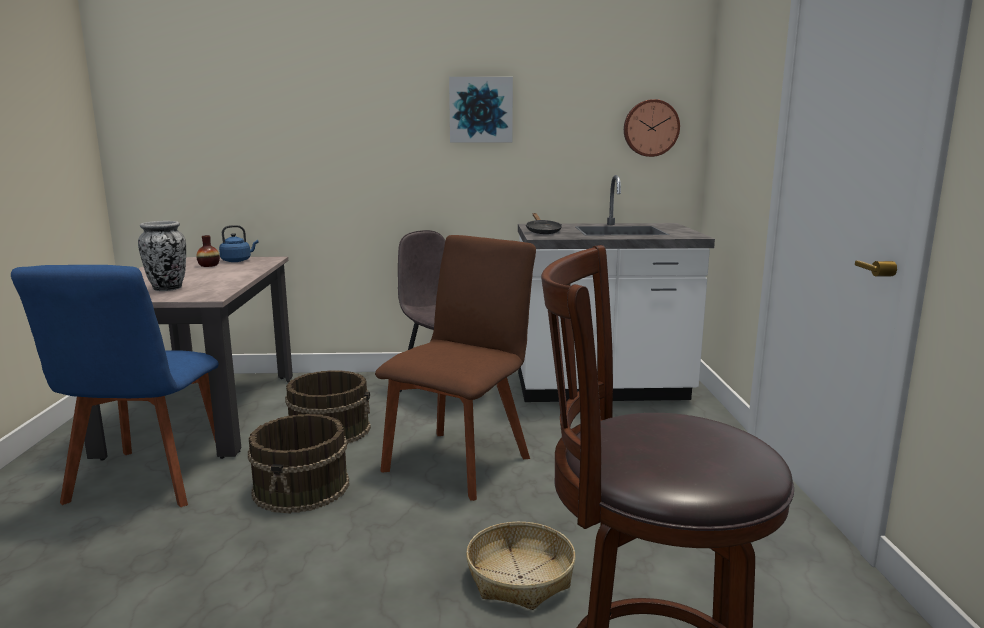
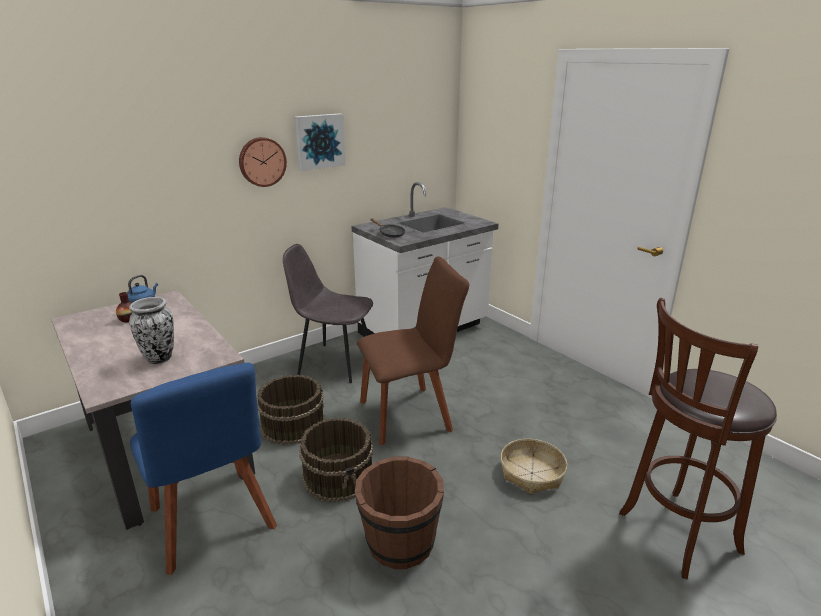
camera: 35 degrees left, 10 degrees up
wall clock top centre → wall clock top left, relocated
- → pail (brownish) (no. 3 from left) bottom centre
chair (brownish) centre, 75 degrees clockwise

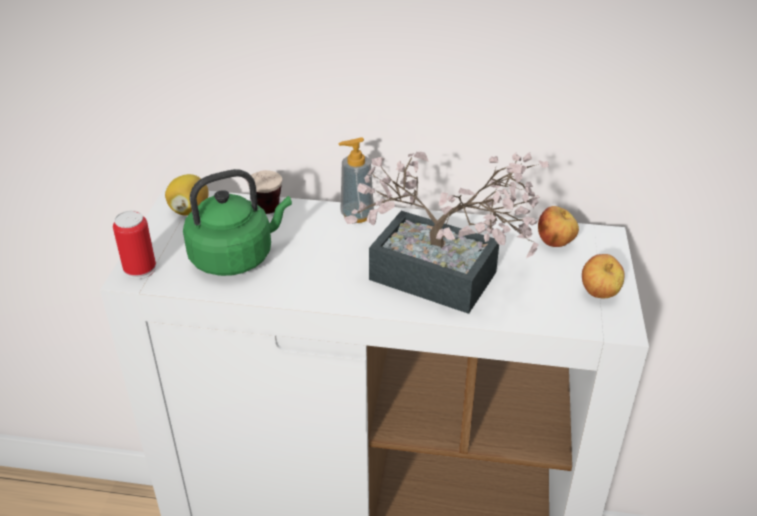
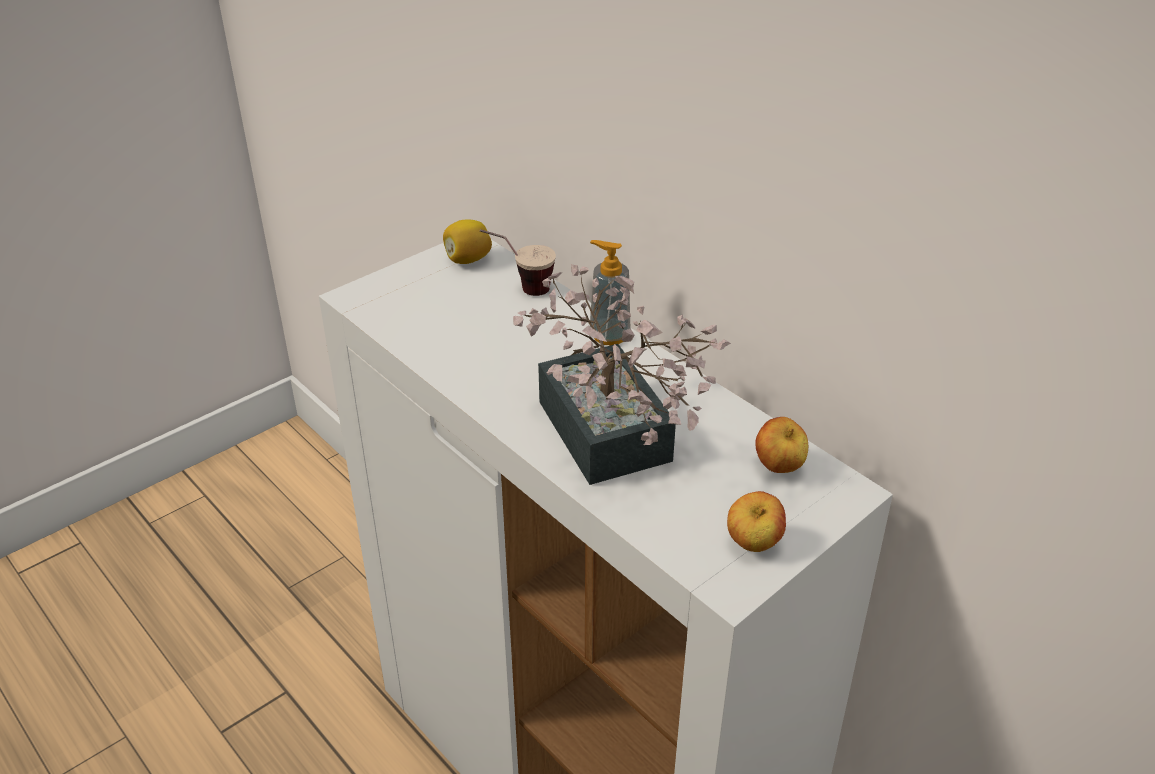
camera: 40 degrees right, 0 degrees up
metal can middle left → -
water kettle (green) middle left → -

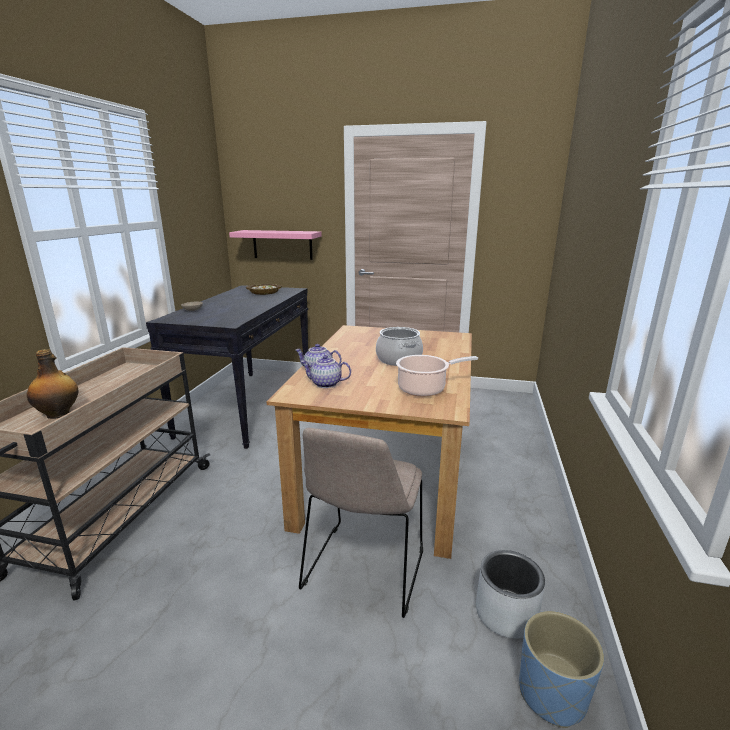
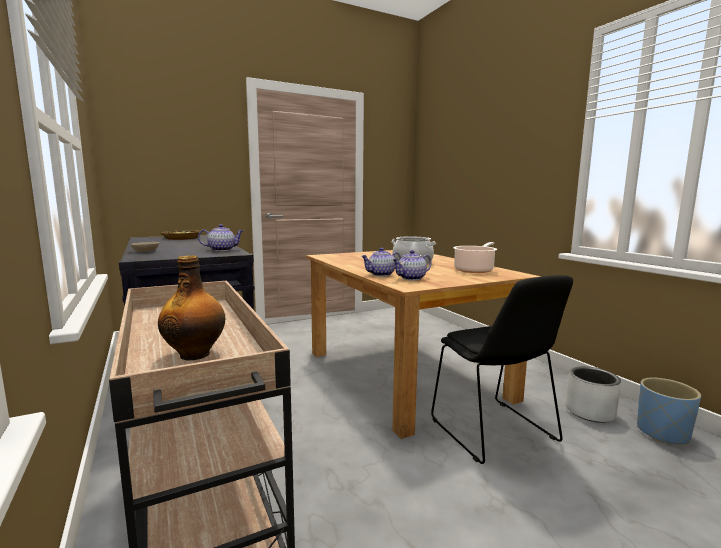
camera: 40 degrees left, 10 degrees down
- → tea pot (no. 1 from left) middle left
chair (beige-coloured) bottom centre → chair (black-coloured) bottom right
wall shelf (pink-coloured) centre → -

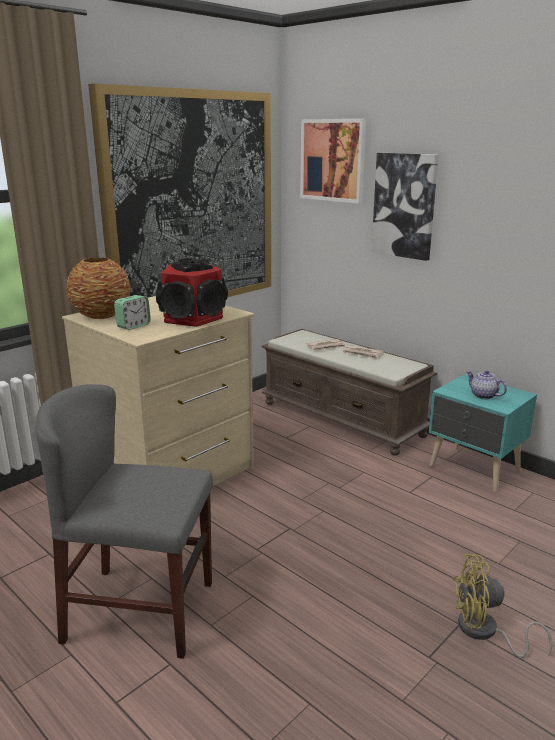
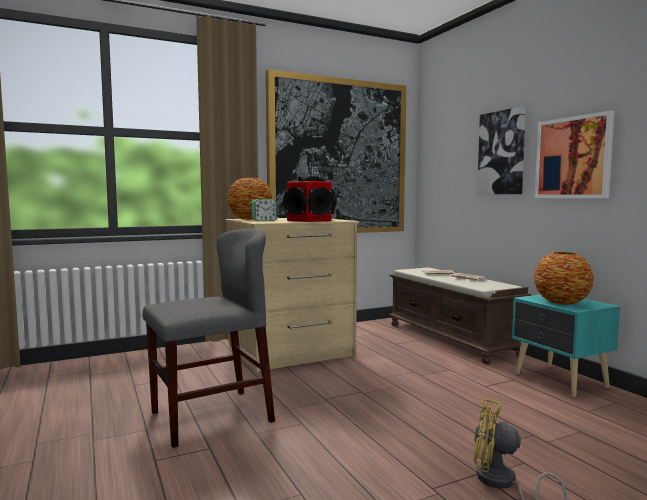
camera: 20 degrees right, 15 degrees down
chair (grey) bottom left, 120 degrees clockwise
tea pot middle right → vase (no. 2 from left) middle right
wall art (no. 2 from left in the first image) top centre → wall art (no. 3 from left) top right, relocated

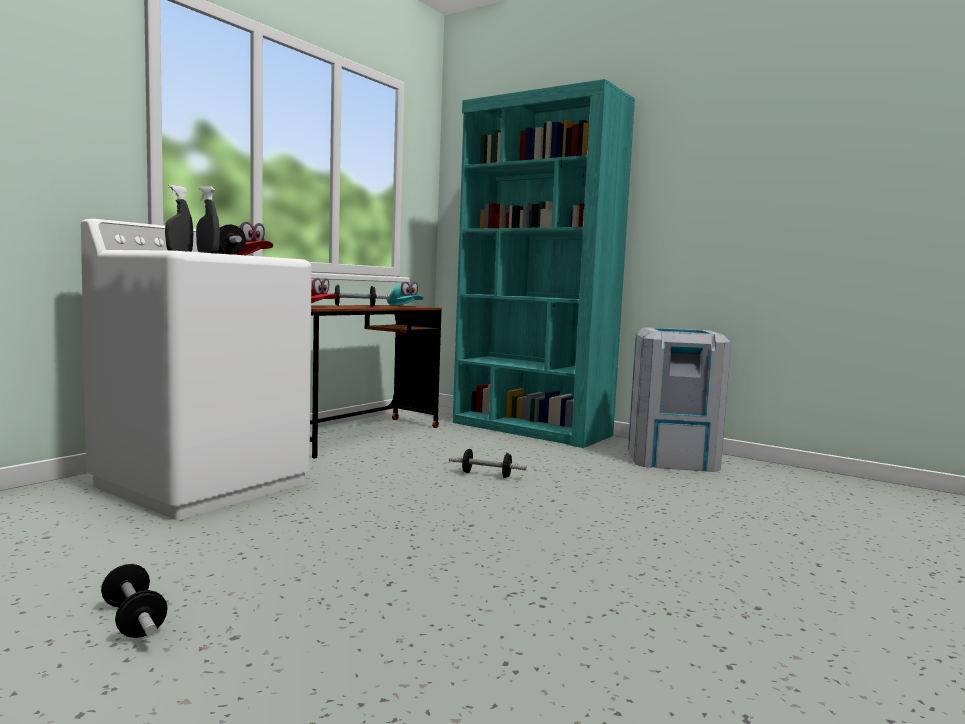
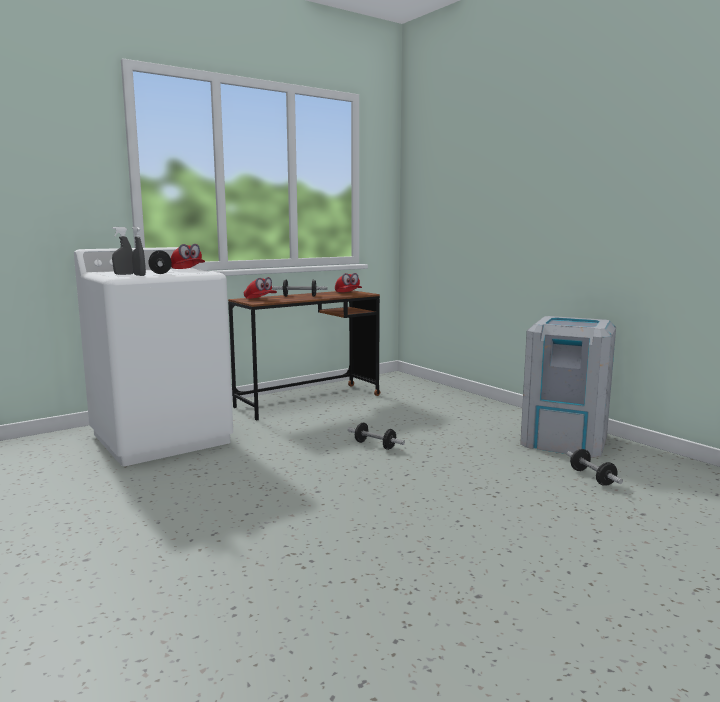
camera: 20 degrees right, 5 degrees up
peaked cap (turquoise-coloured) centre → peaked cap (red) (no. 3 from left) centre
free weight (no. 1 from left in the first image) bottom left → free weight (no. 4 from left) middle right, relocated
bookcase (turquoise-coloured) centre → -

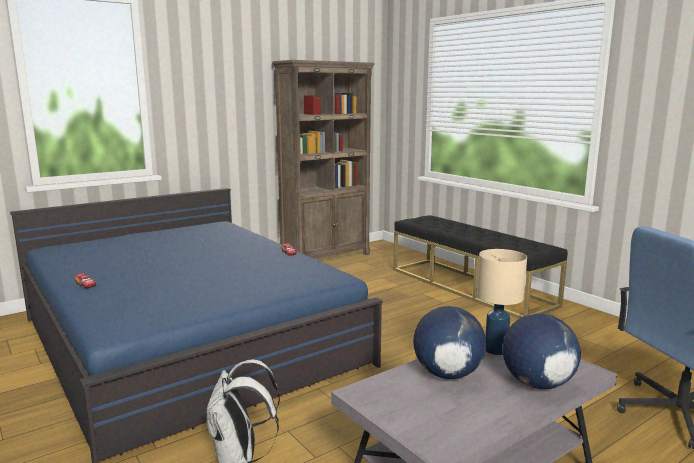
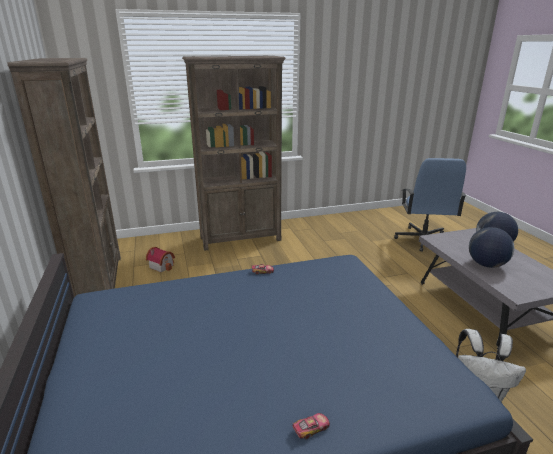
camera: 70 degrees left, 10 degrees up
- → toy house middle left
indoor bench (black-coloured) middle right → bookcase (brownish) (no. 2 from left) centre
table lamp (beige-coloured) middle right → -

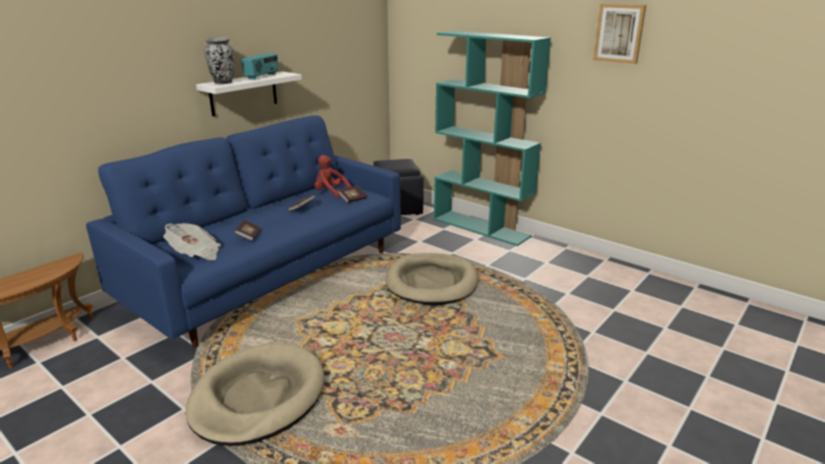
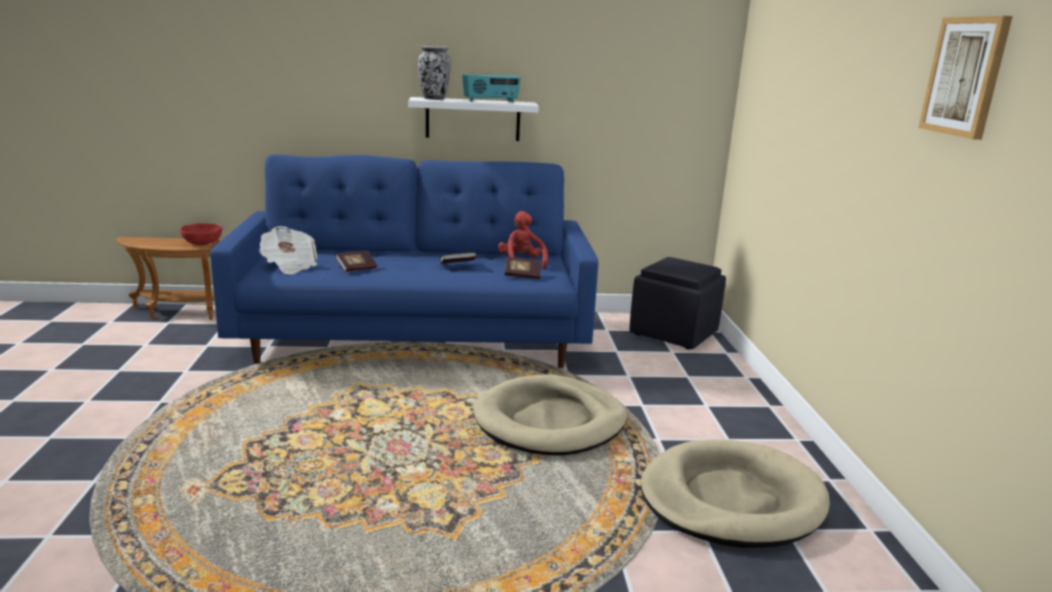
camera: 45 degrees right, 5 degrees down
- → deep dish (red) middle left
dog bed (beige-coloured) (no. 1 from left in the first image) bottom left → dog bed (beige-coloured) (no. 2 from left) bottom right, relocated
bookcase (turquoise-coloured) top centre → -

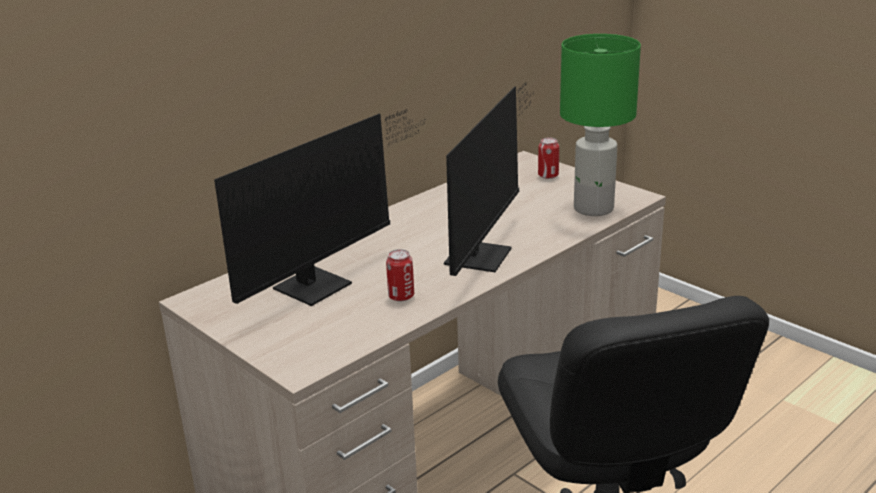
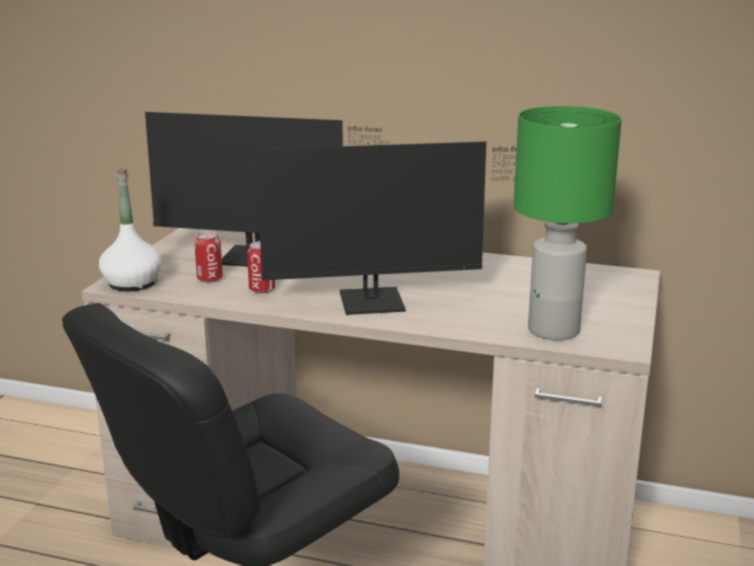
camera: 60 degrees right, 5 degrees down
- → bottle (white) middle left
metal can (no. 2 from left in the first image) top centre → metal can (no. 1 from left) middle left, relocated

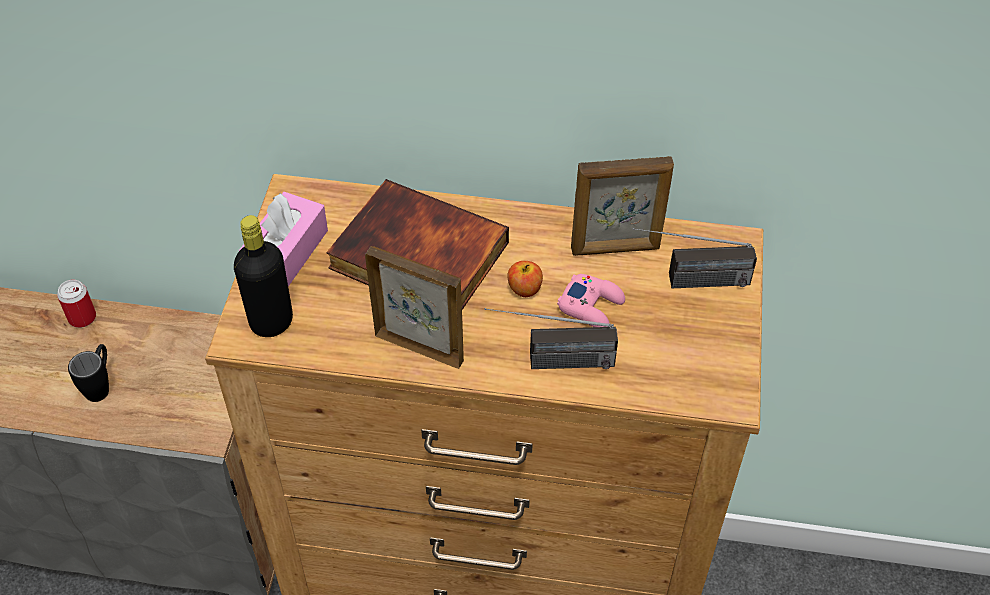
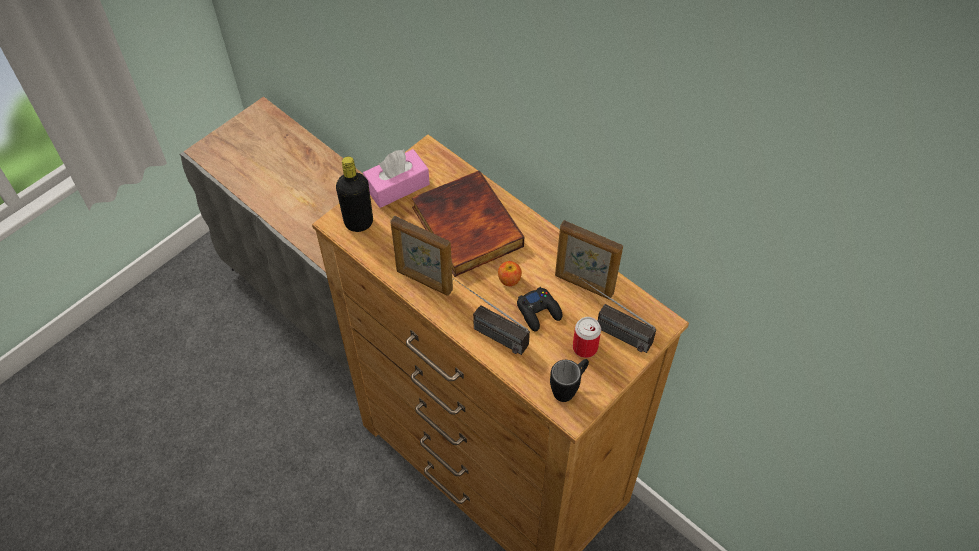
camera: 35 degrees right, 5 degrees up
picture frame (no. 1 from left) centre, 150 degrees clockwise
joypad (pink-coloured) centre → joypad (black-coloured) centre
tea mug (black-coloured) middle left → tea mug (black-coloured) bottom centre, relocated
metal can middle left → metal can centre, relocated

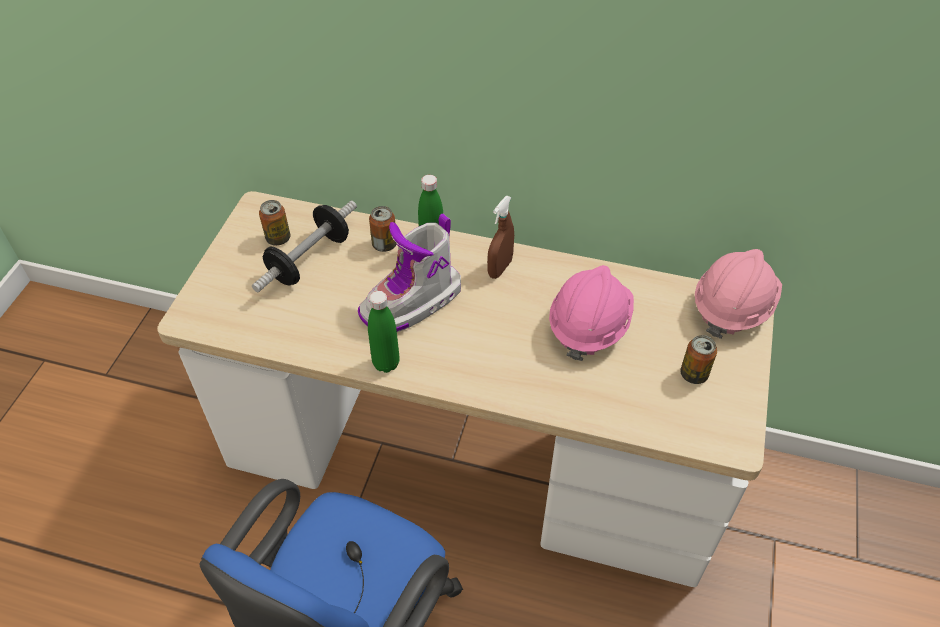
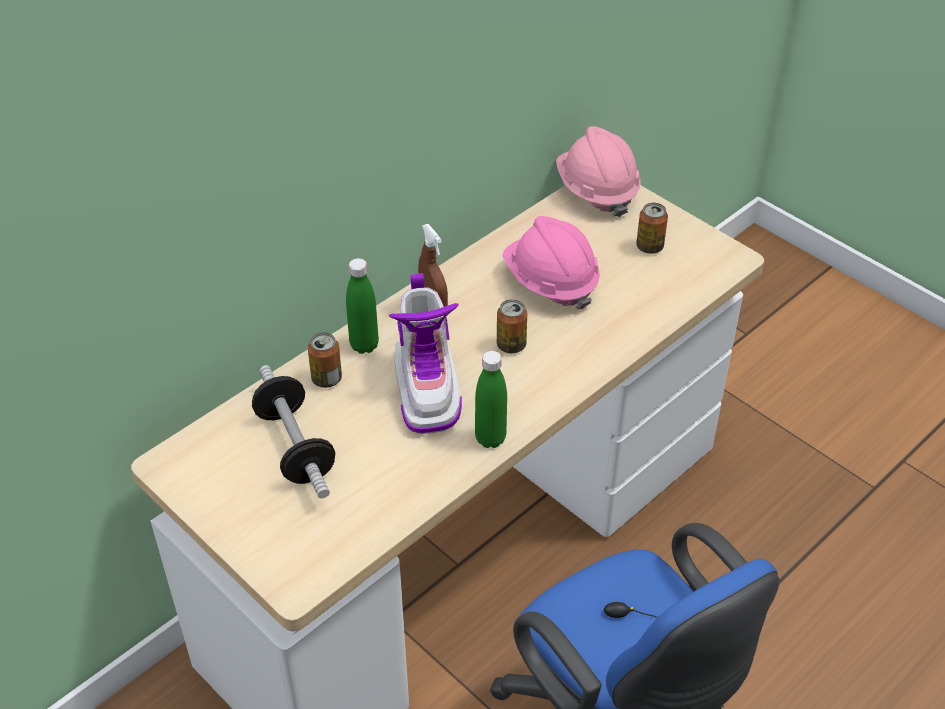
camera: 60 degrees left, 5 degrees down
metal can (no. 1 from left in the first image) middle left → metal can (no. 2 from left) centre, relocated

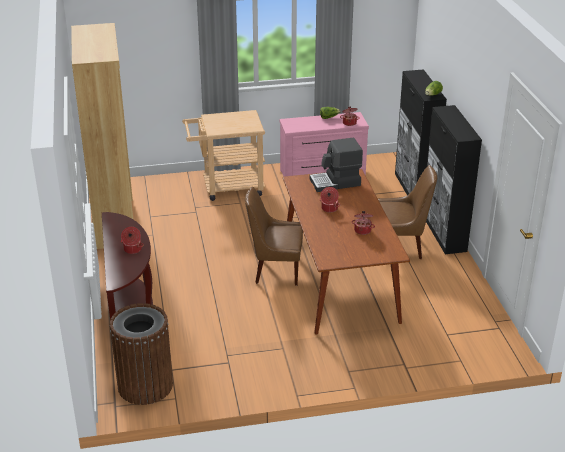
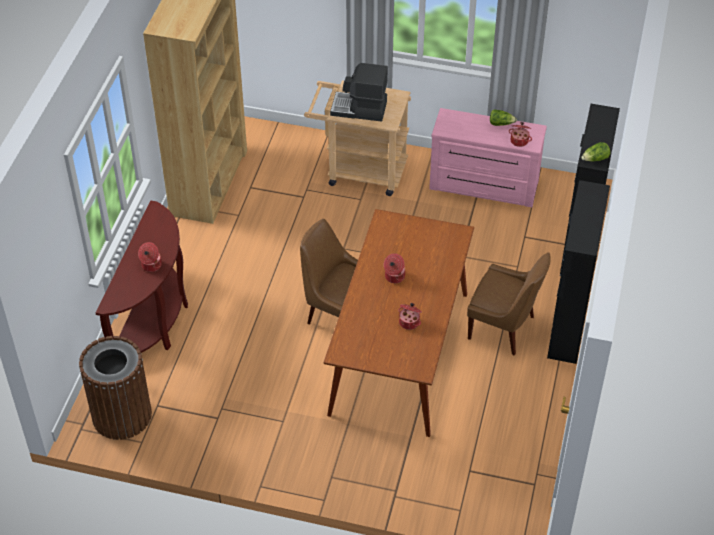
camera: 25 degrees right, 15 degrees up
coffee machine centre → coffee machine top centre, relocated

